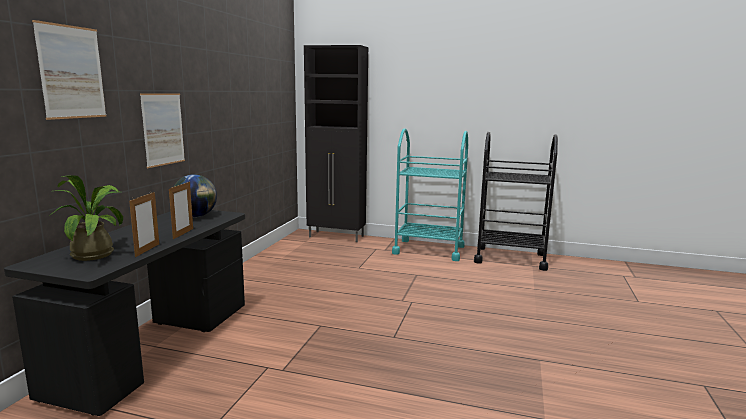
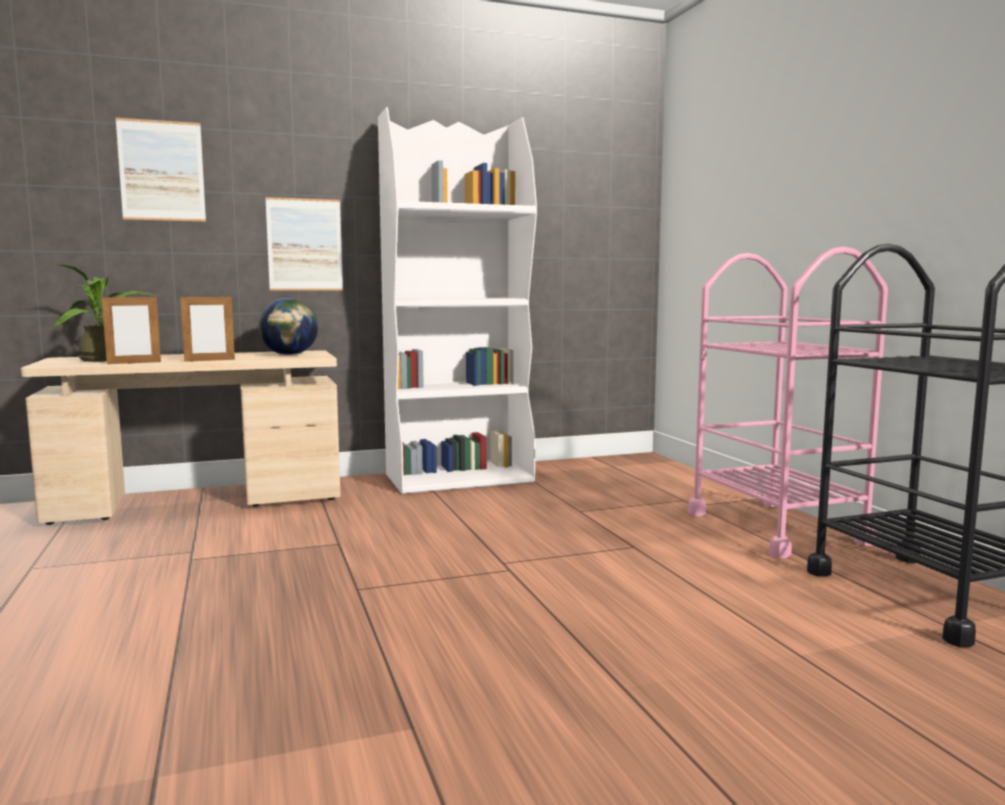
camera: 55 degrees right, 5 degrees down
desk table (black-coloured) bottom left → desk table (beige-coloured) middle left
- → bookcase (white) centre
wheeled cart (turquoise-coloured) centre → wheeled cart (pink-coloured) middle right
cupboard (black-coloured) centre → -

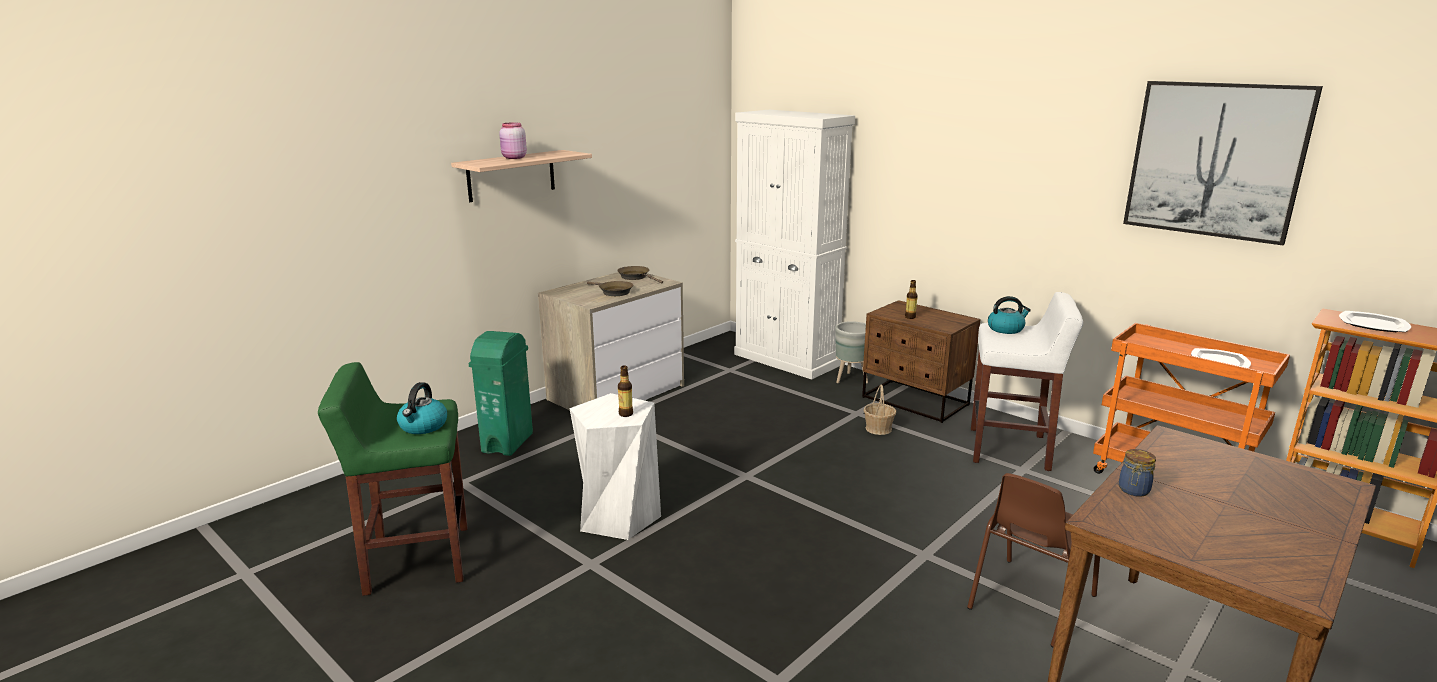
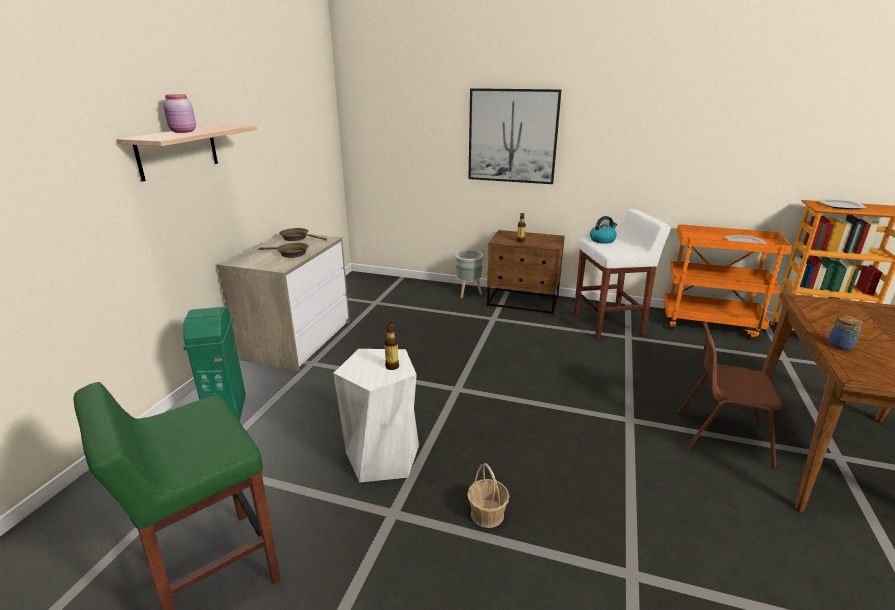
camera: 25 degrees left, 5 degrees up
basket centre → basket bottom centre, relocated
wall art top right → wall art top centre, relocated
chair (brownish) bottom right → chair (brownish) middle right, 90 degrees clockwise
water kettle (no. 1 from left) middle left → -
cupboard (white) centre → -

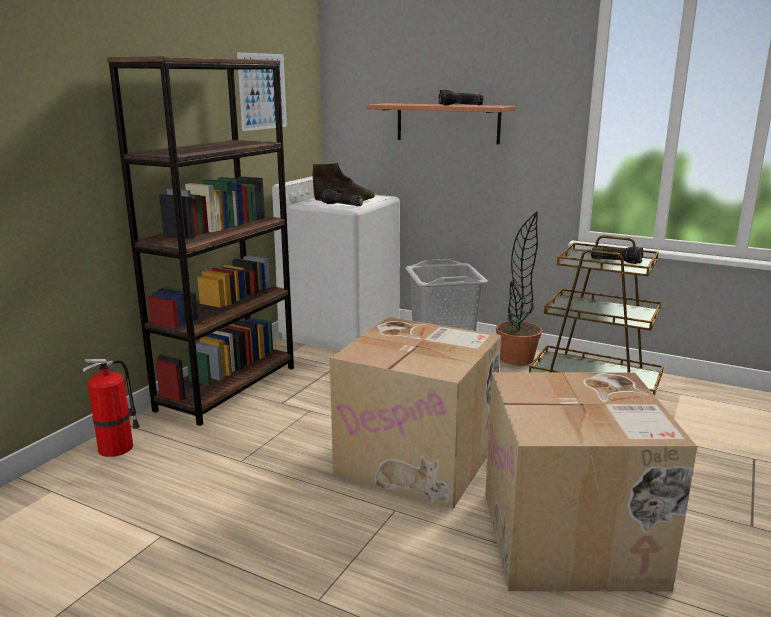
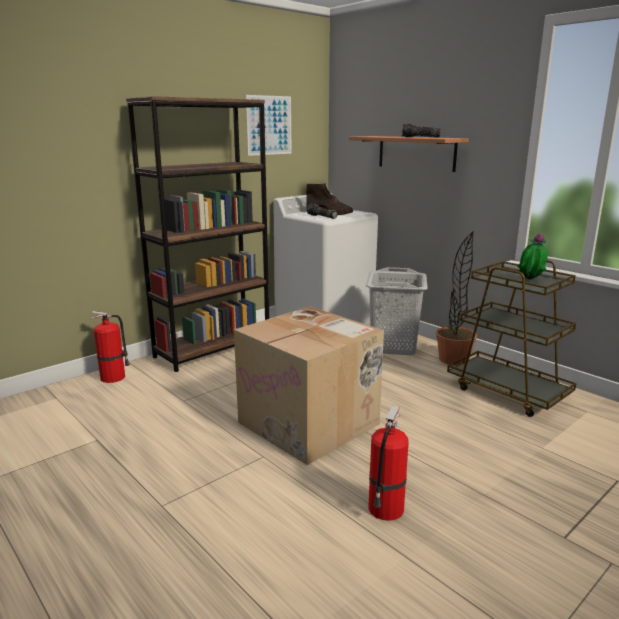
camera: 20 degrees right, 0 degrees up
packing box (no. 2 from left) bottom right → extinguisher (no. 2 from left) bottom centre
hand torch (no. 3 from left) middle right → plant in a pot (no. 2 from left) middle right

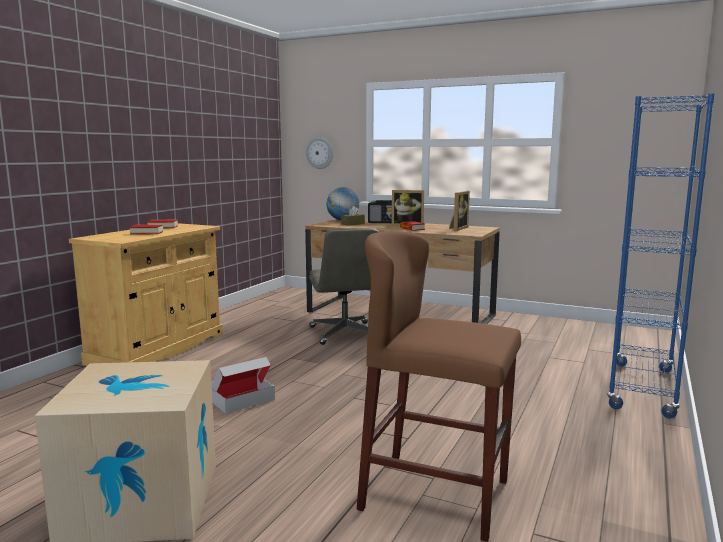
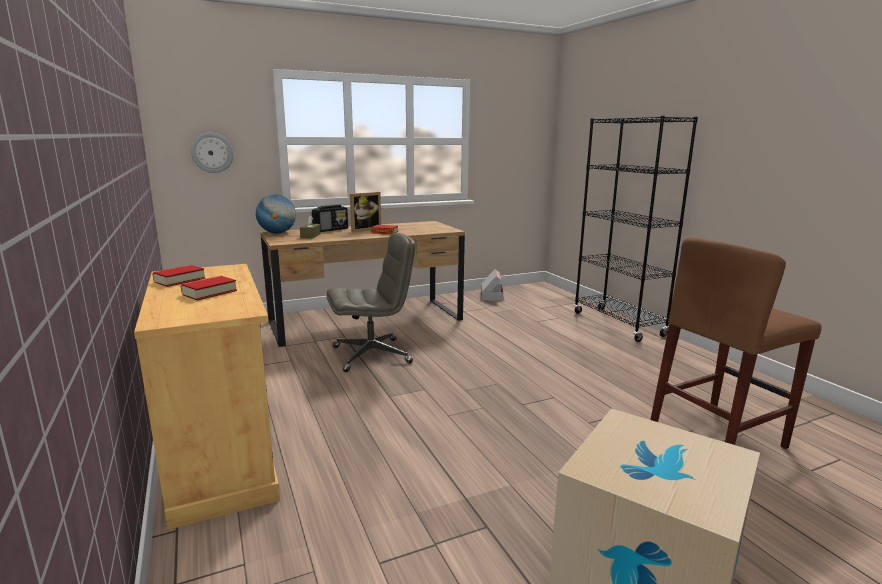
camera: 50 degrees left, 5 degrees up
computer chair (grey) centre, 45 degrees counterclockwise
packing box (no. 2 from left in the first image) bottom centre → packing box (no. 1 from left) centre, relocated
bookcase (blue-coloured) middle right → bookcase (black-coloured) middle right
picture frame (no. 2 from left) centre → -

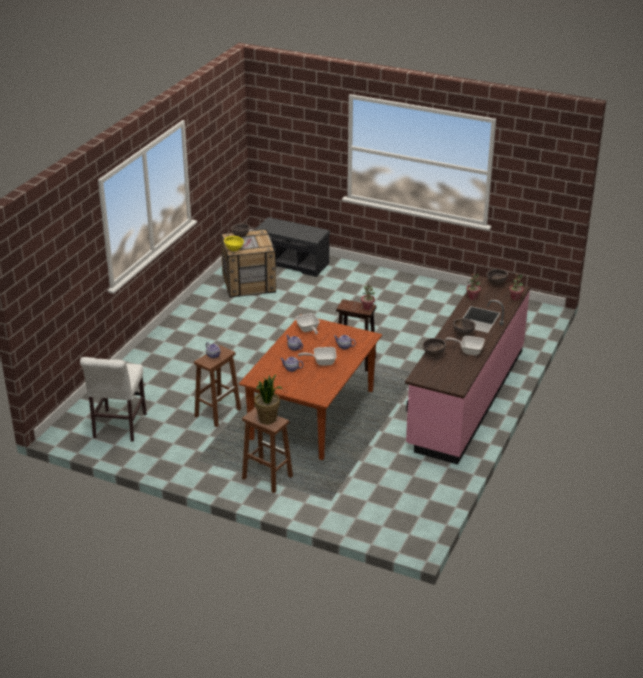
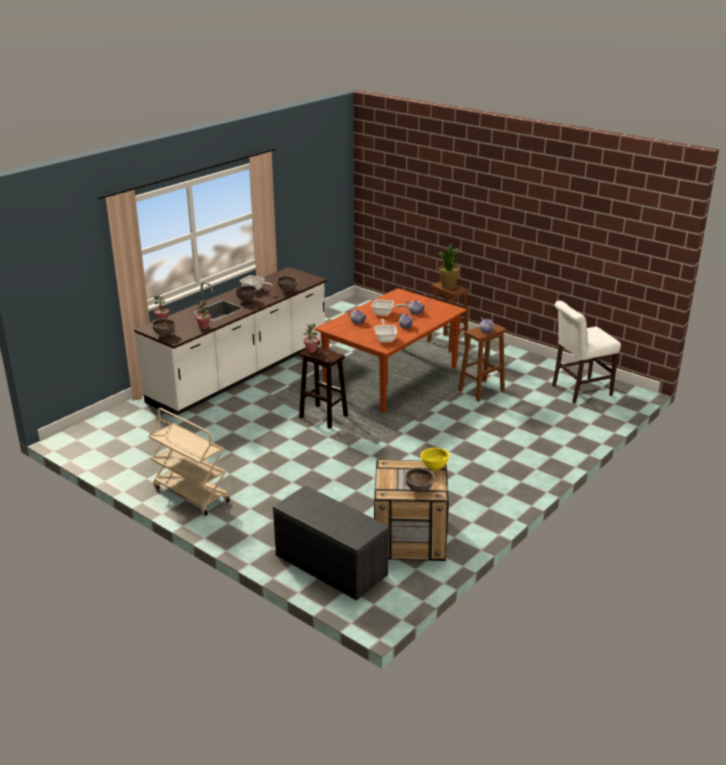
camera: 165 degrees left, 5 degrees down
kitchen counter (pink-coloured) middle right → kitchen counter (white) middle left
- → wheeled cart (beige-coloured) middle left
chair (white) middle left → chair (white) middle right, 135 degrees counterclockwise

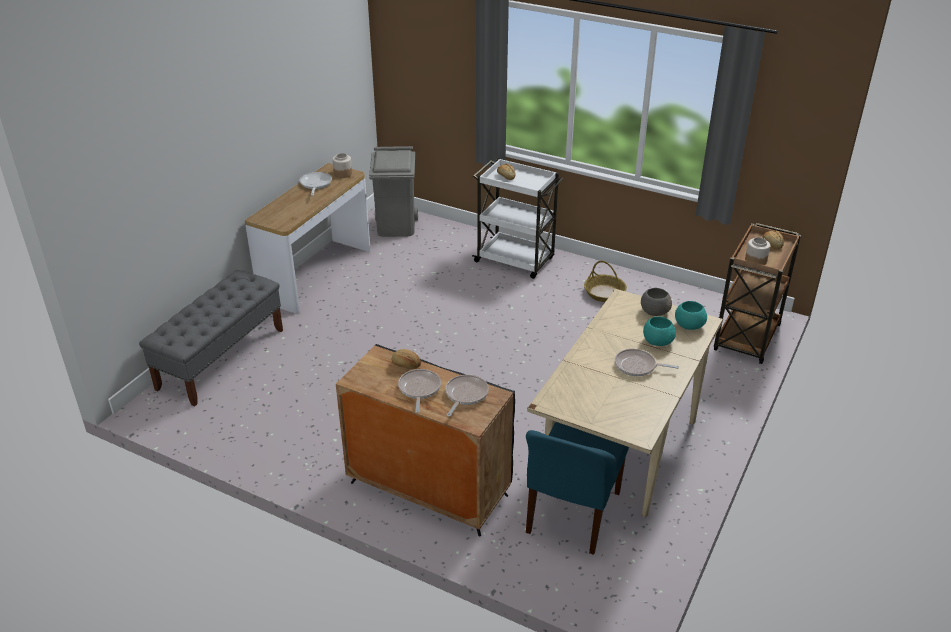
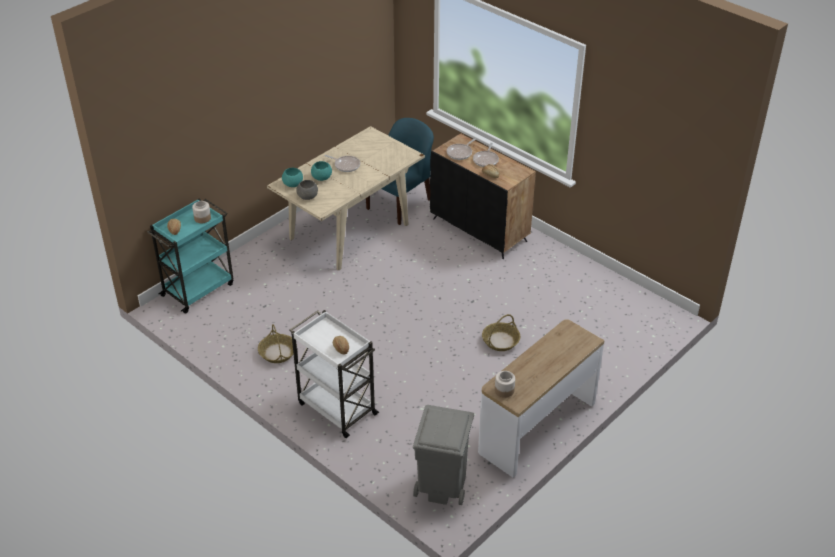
camera: 165 degrees left, 5 degrees up
wheeled cart (brownish) middle right → wheeled cart (turquoise-coloured) middle left
- → basket (no. 2 from left) centre
indoor bench (grey) middle left → -
pan (no. 1 from left) top left → -

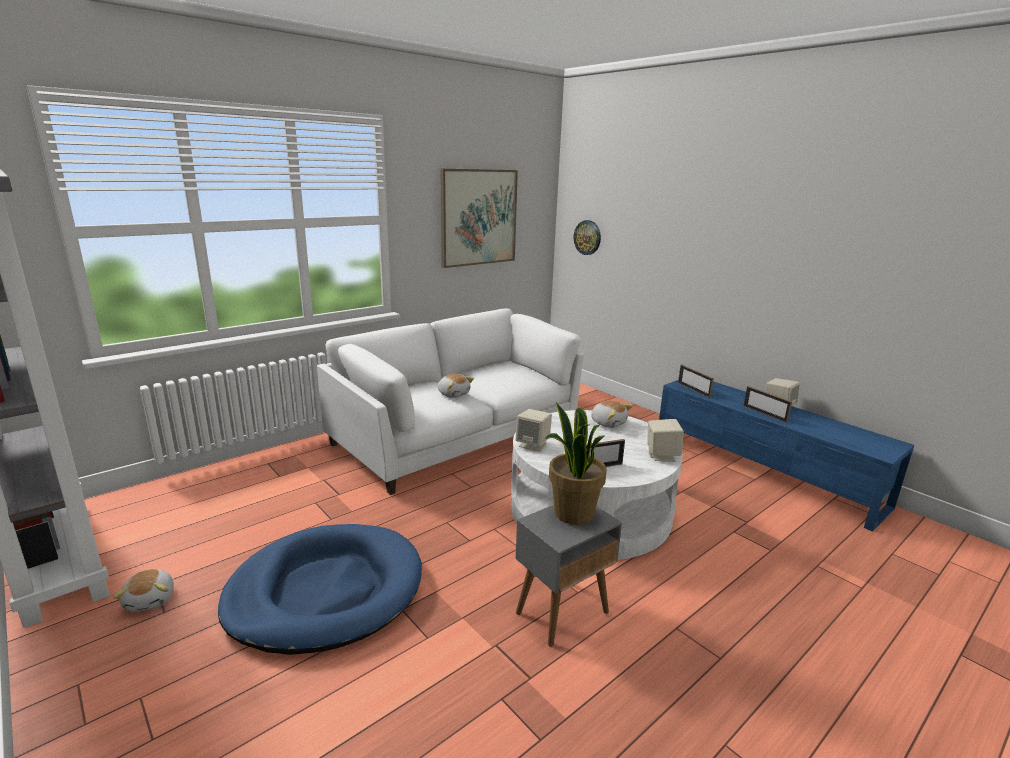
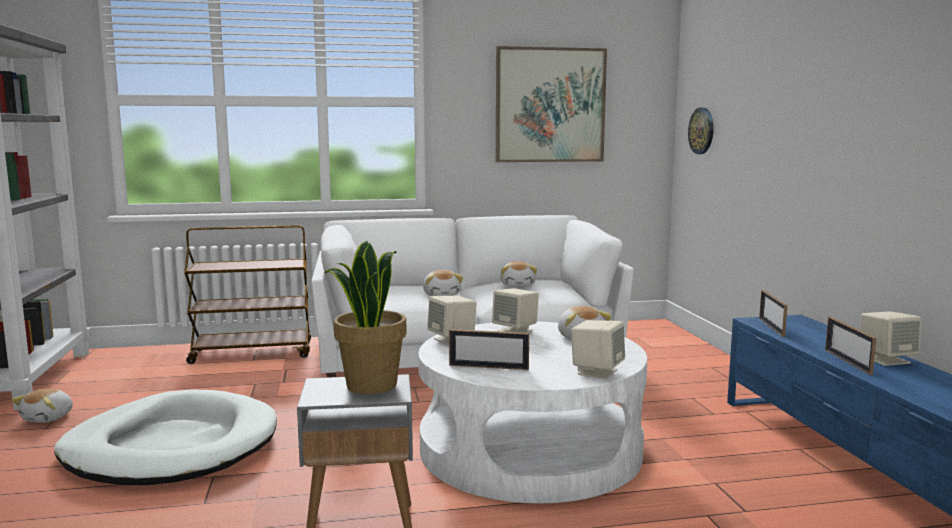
camera: 30 degrees right, 10 degrees down
dog bed (blue-coloured) bottom left → dog bed (white) bottom left
- → wheeled cart (brownish) middle left
- → audio speaker (beige-coloured) (no. 2 from left) centre
- → plush toy (no. 3 from left) centre

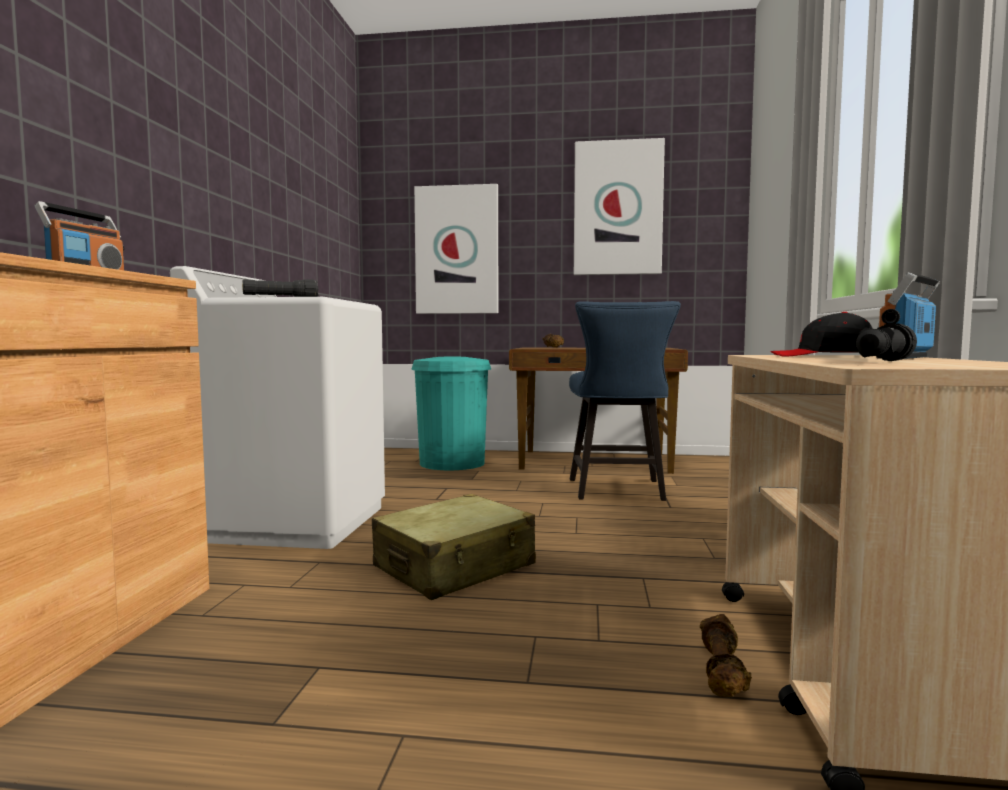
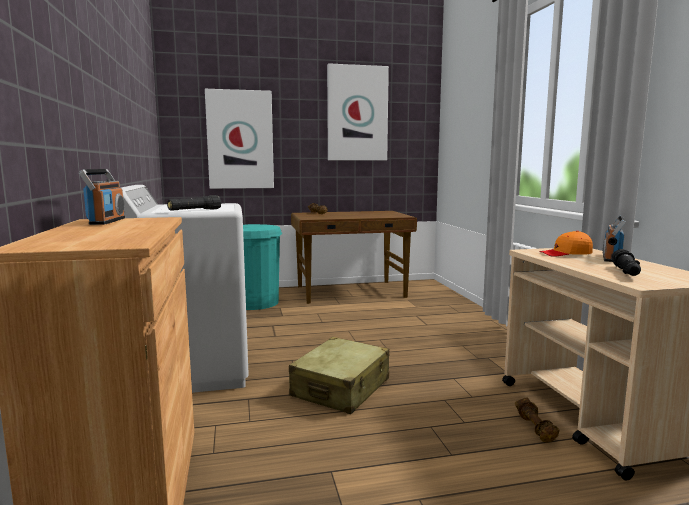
camera: 20 degrees left, 5 degrees up
peaked cap (black-coloured) middle right → peaked cap (orangey) middle right
chair (blue-coloured) centre → -

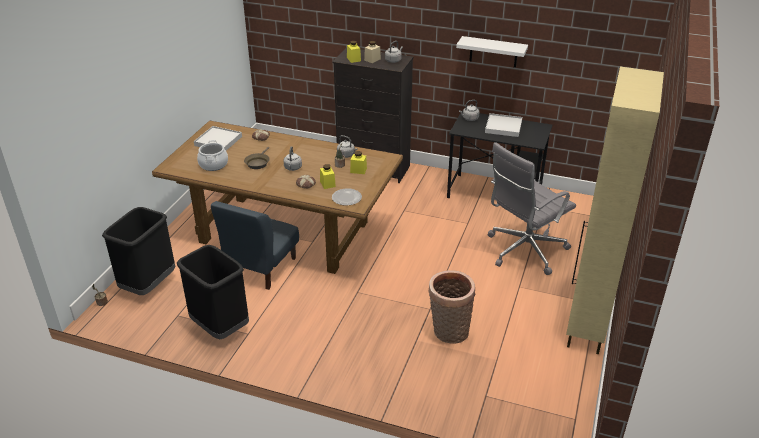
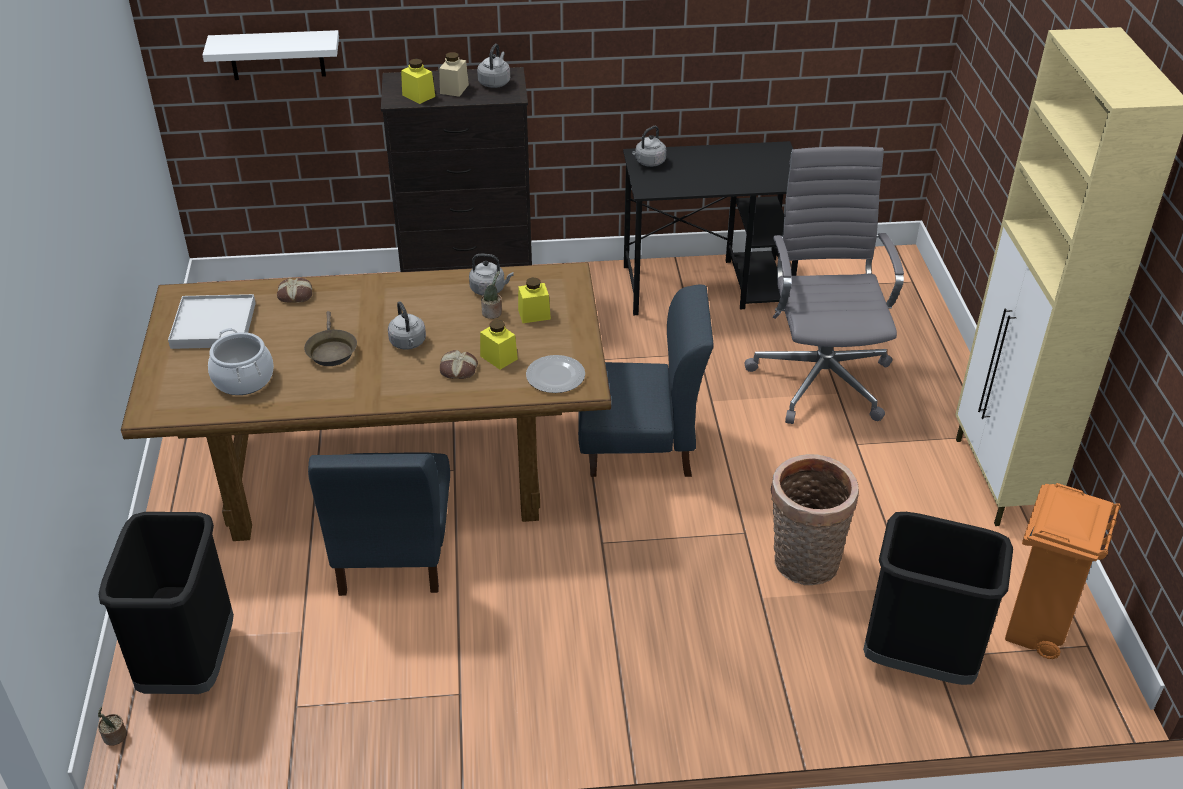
camera: 25 degrees left, 5 degrees up
wall shelf (white) top centre → wall shelf (white) top left, relocated
- → chair (blue-coloured) (no. 2 from left) centre
computer chair (grey) middle right, 150 degrees clockwise
waste bin (black-coloured) (no. 2 from left) bottom left → waste bin (black-coloured) (no. 2 from left) bottom right, relocated
- → waste bin (orangey) bottom right
tray (white) (no. 2 from left) top centre → -

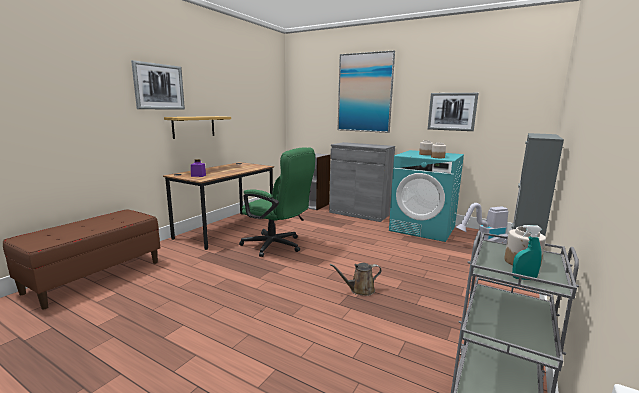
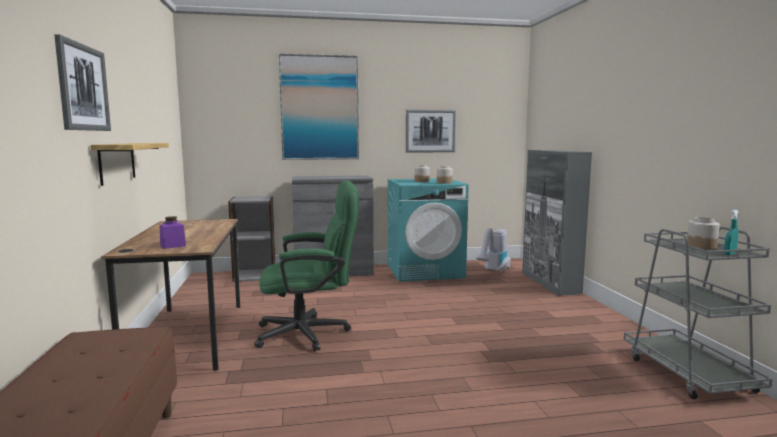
camera: 40 degrees left, 5 degrees down
watering pot (brownish) bottom centre → -

